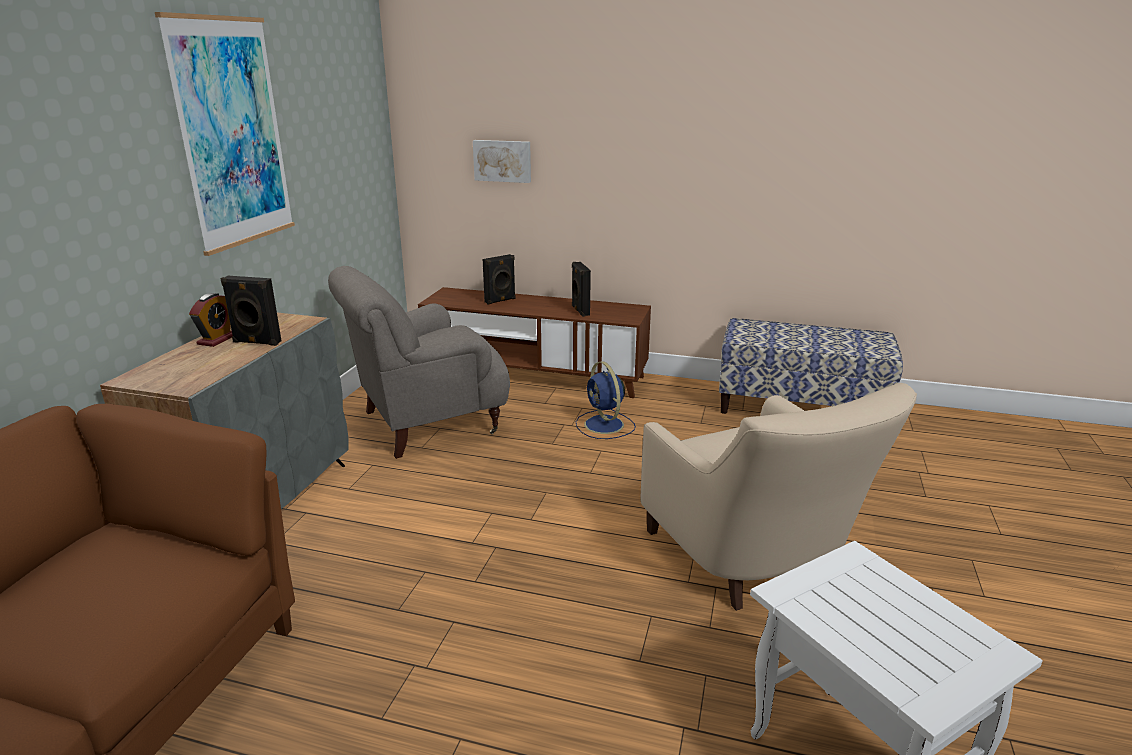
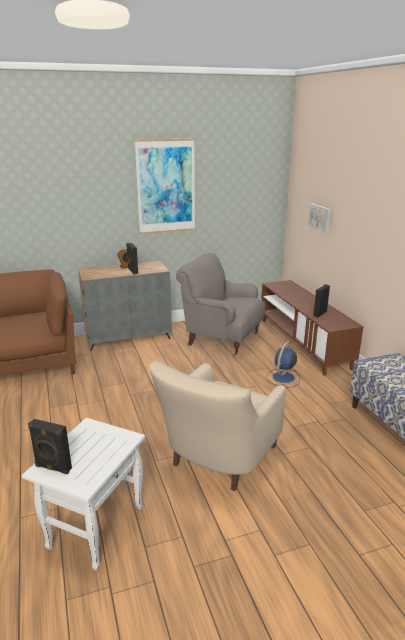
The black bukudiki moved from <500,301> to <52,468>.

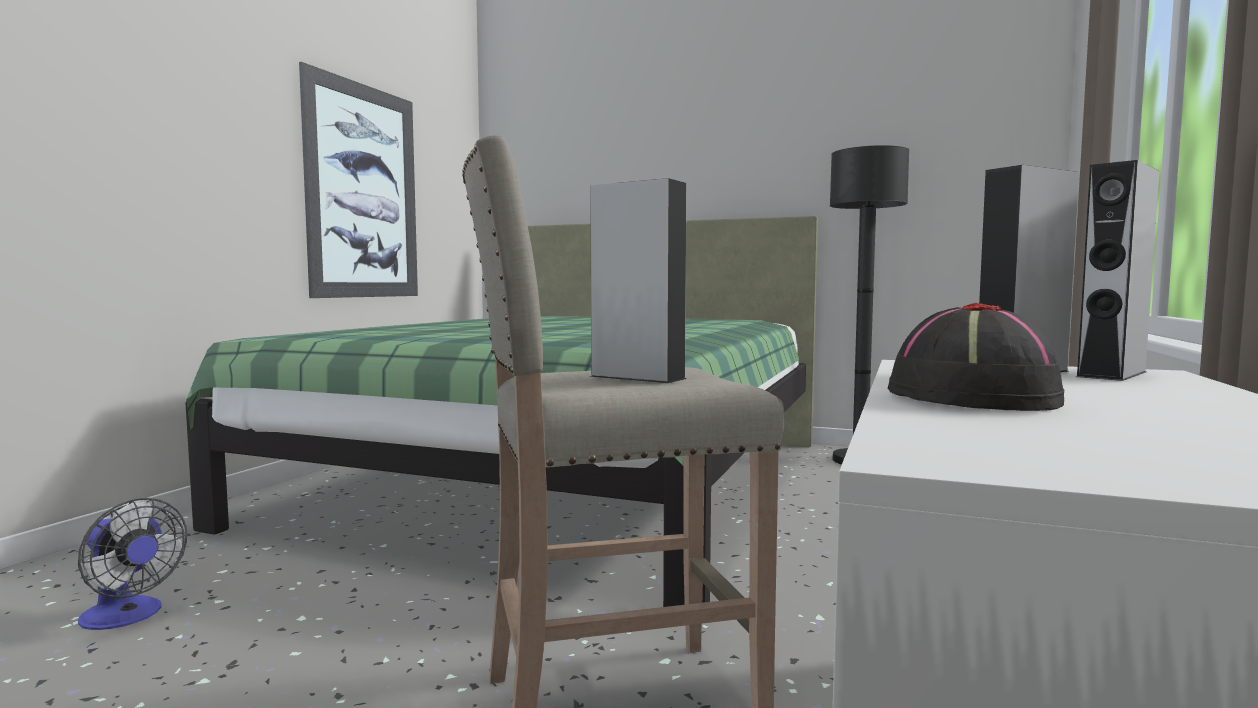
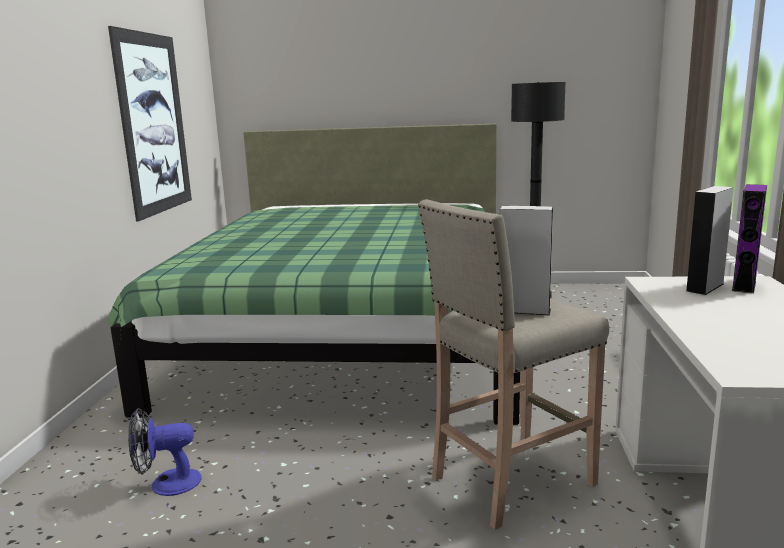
The grey bukudiki at <1111,374> became the purple bukudiki at <744,285>.
The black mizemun at <970,398> disappeared.
The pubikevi at <127,617> turned 150 degrees clockwise.

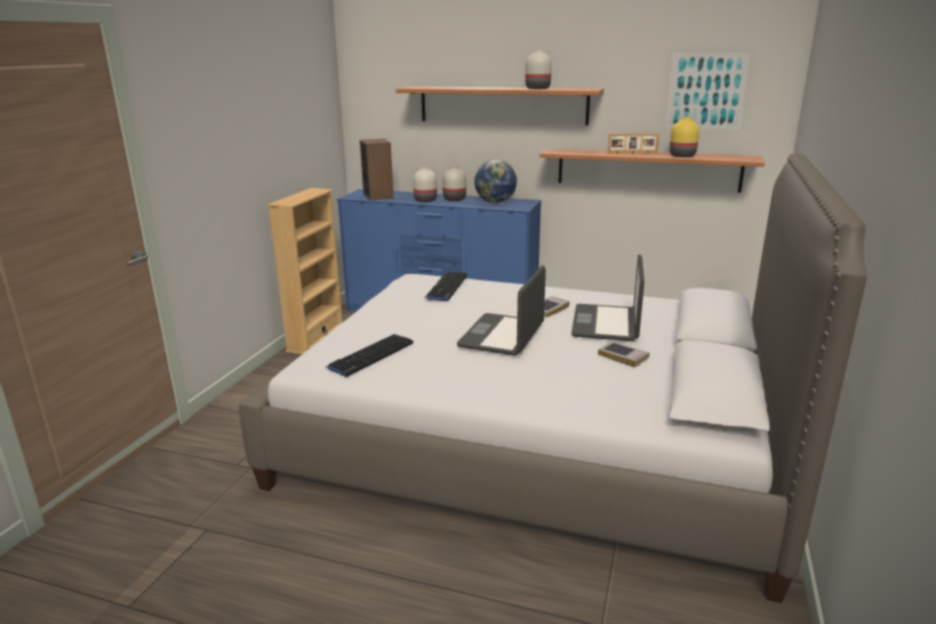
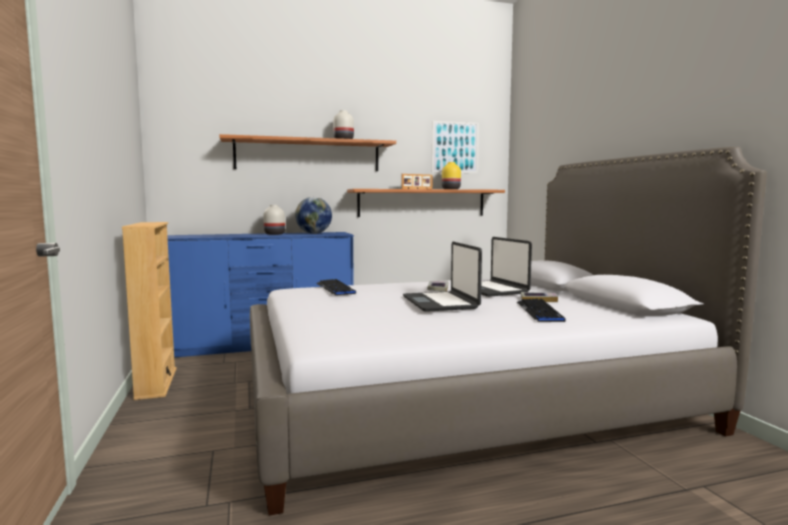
The bukudiki at <378,196> disappeared.
The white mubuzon at <425,200> disappeared.
The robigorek moved from <370,356> to <539,311>.

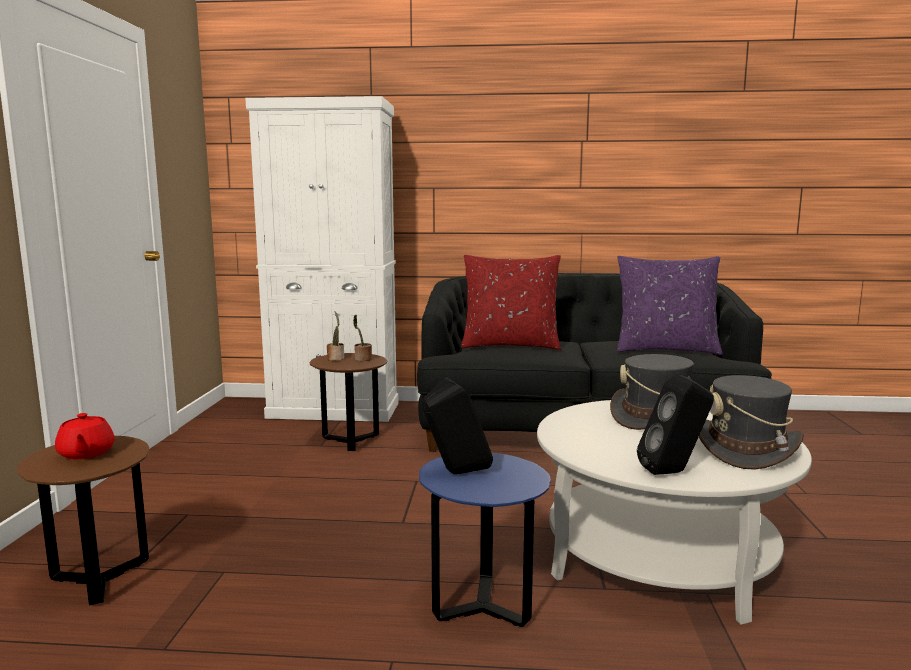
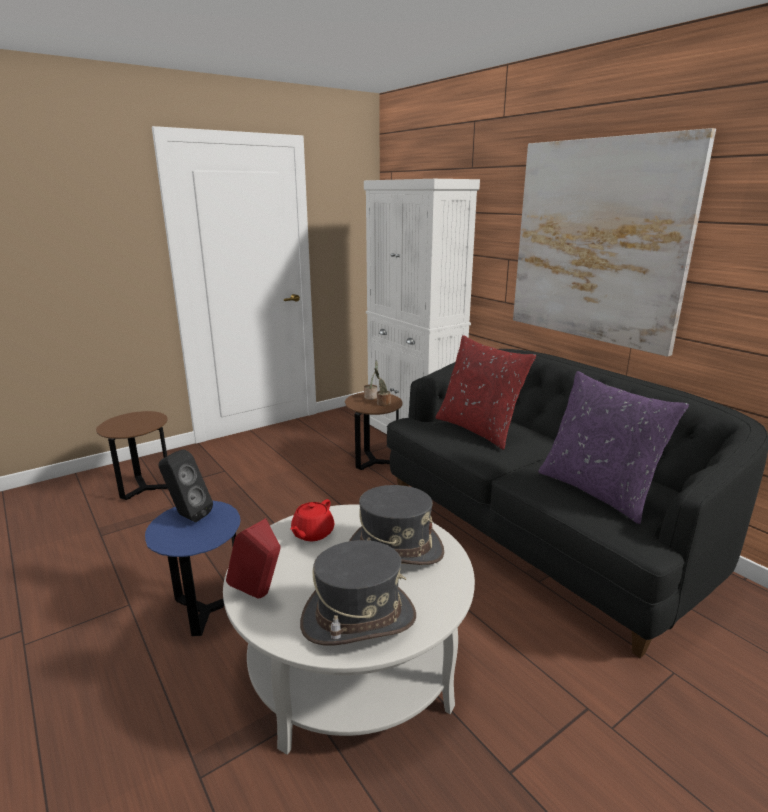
The black bukudiki at <674,472> became the red bukudiki at <260,596>.
The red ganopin moved from <86,453> to <312,533>.
The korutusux at <597,242> appeared.

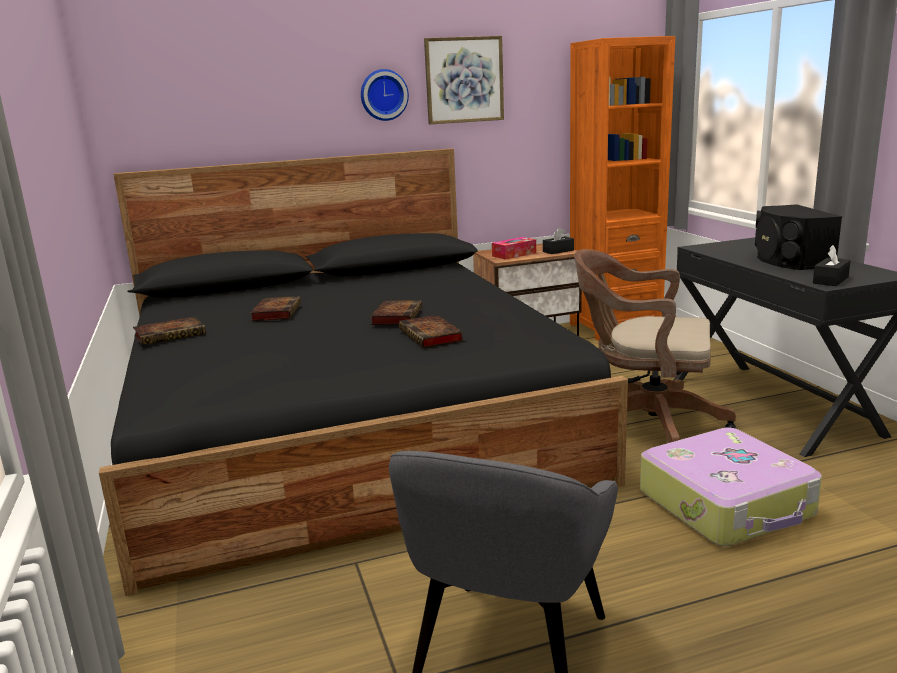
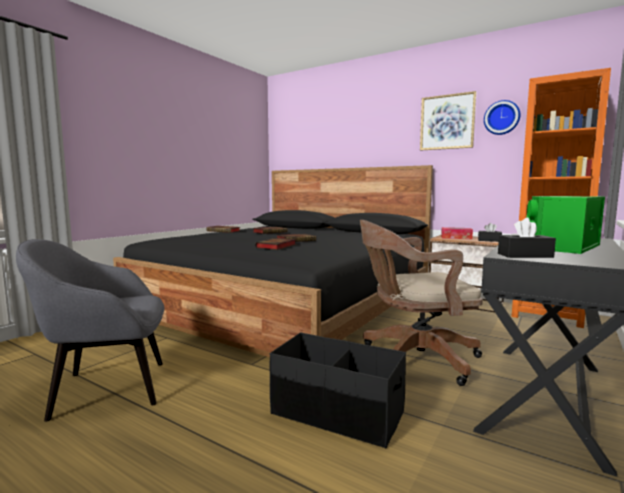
The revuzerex moved from <383,95> to <502,118>.
The black bukudiki at <789,260> became the green bukudiki at <560,246>.
The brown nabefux at <644,423> turned 75 degrees counterclockwise.
The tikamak at <727,504> was replaced by the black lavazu at <337,413>.

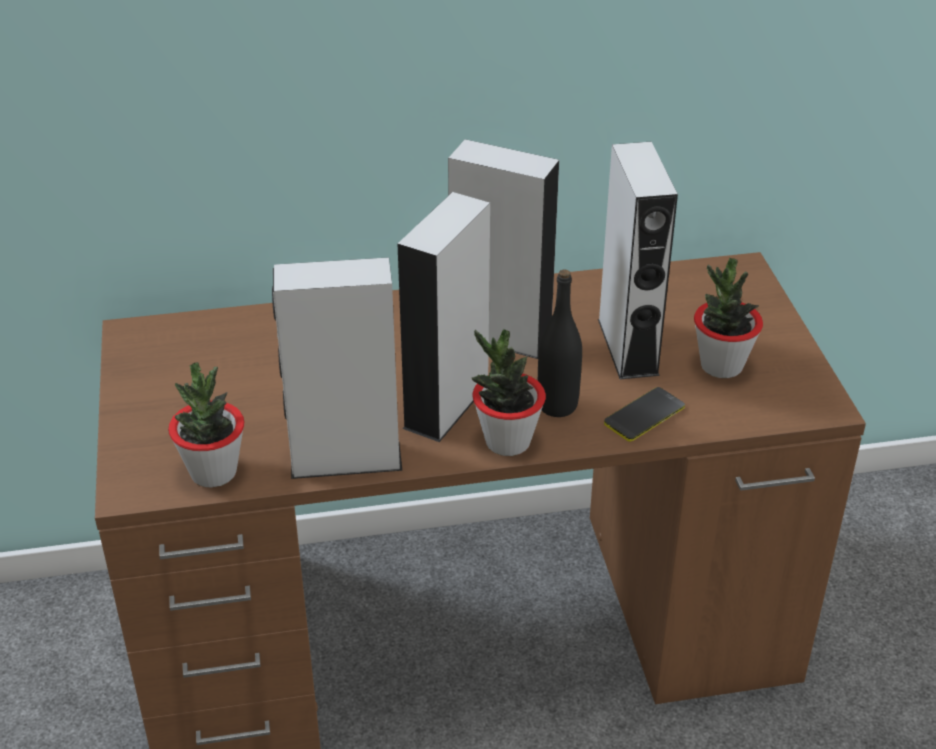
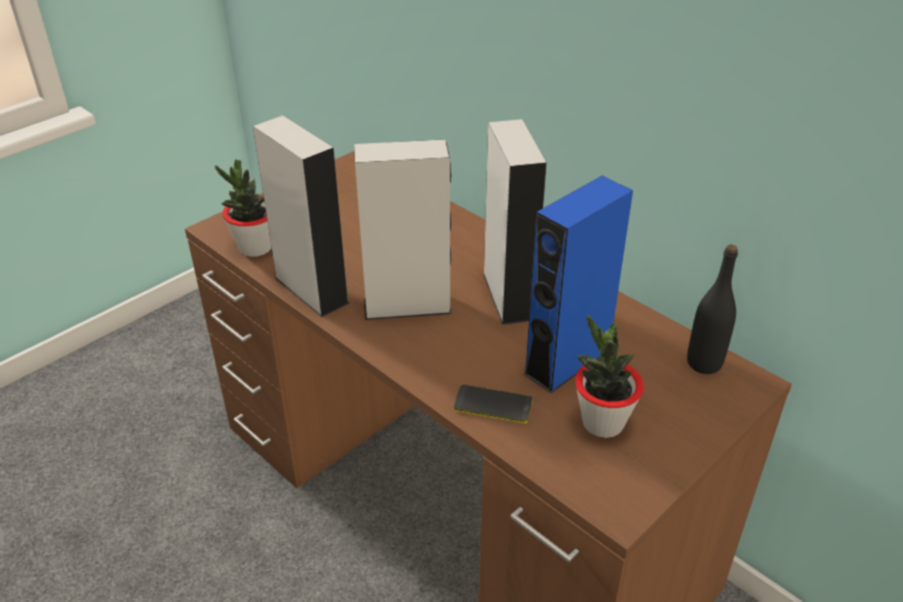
The grey bukudiki at <627,346> became the blue bukudiki at <567,361>.
The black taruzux moved from <557,405> to <704,363>.
The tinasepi at <507,442> disappeared.

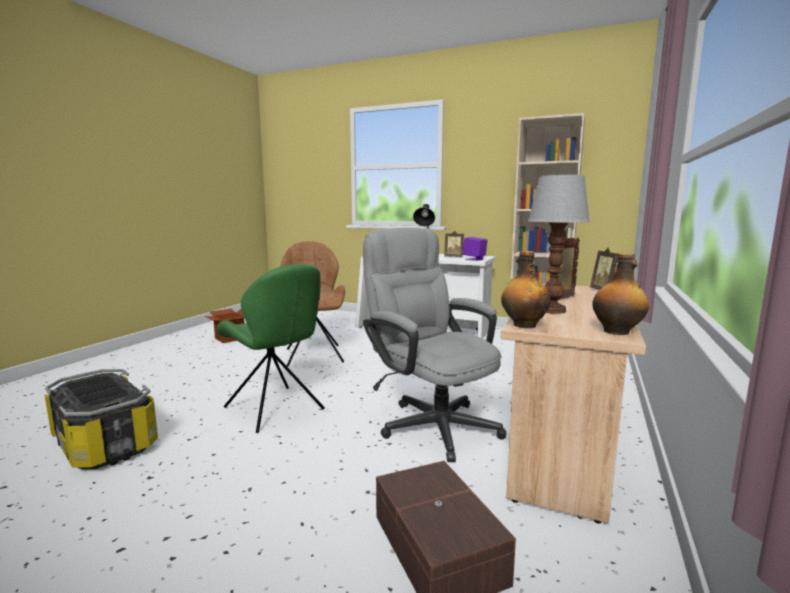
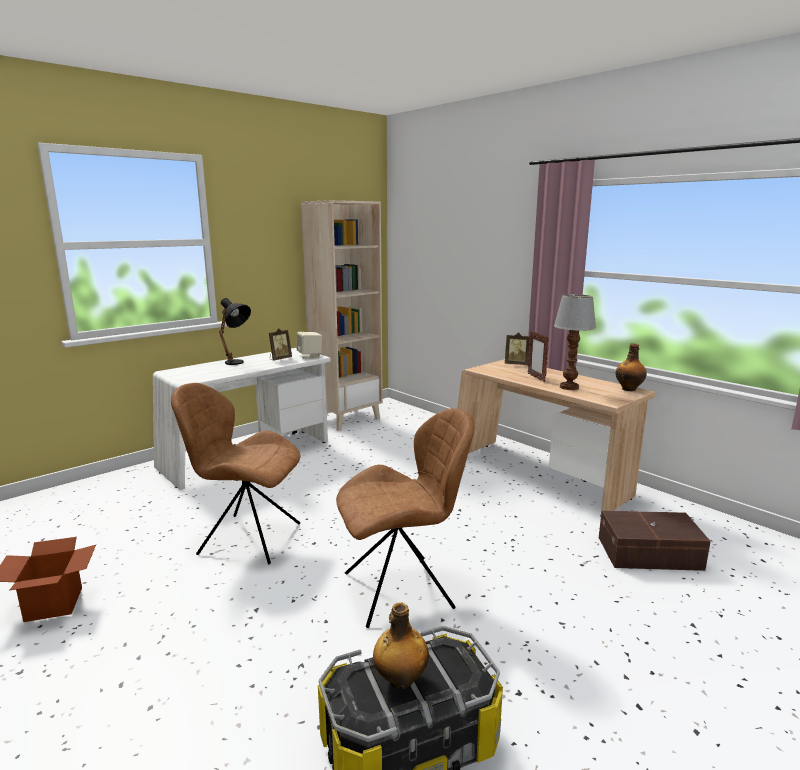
The grey nabefux at <431,422> disappeared.
The purple bukudiki at <474,259> became the beige bukudiki at <310,357>.
The taruzux moved from <524,325> to <400,679>.
The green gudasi at <275,409> became the brown gudasi at <402,589>.

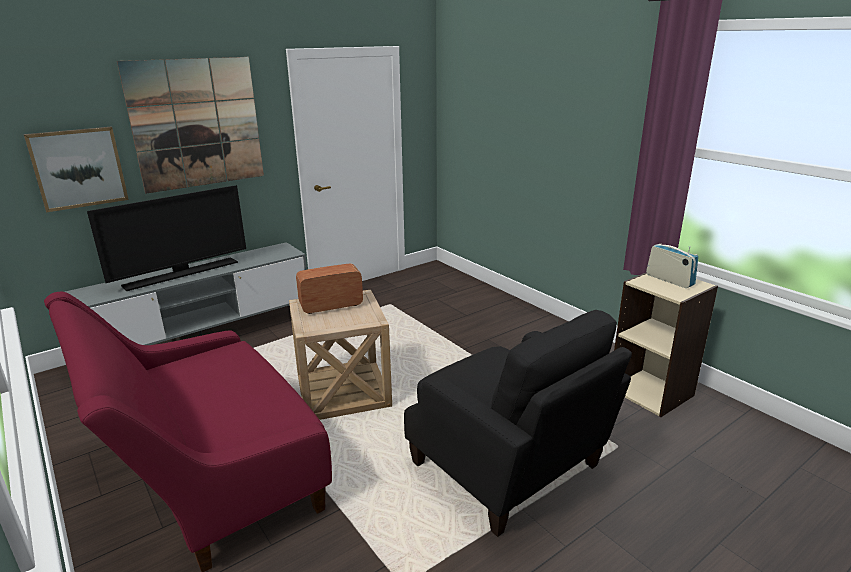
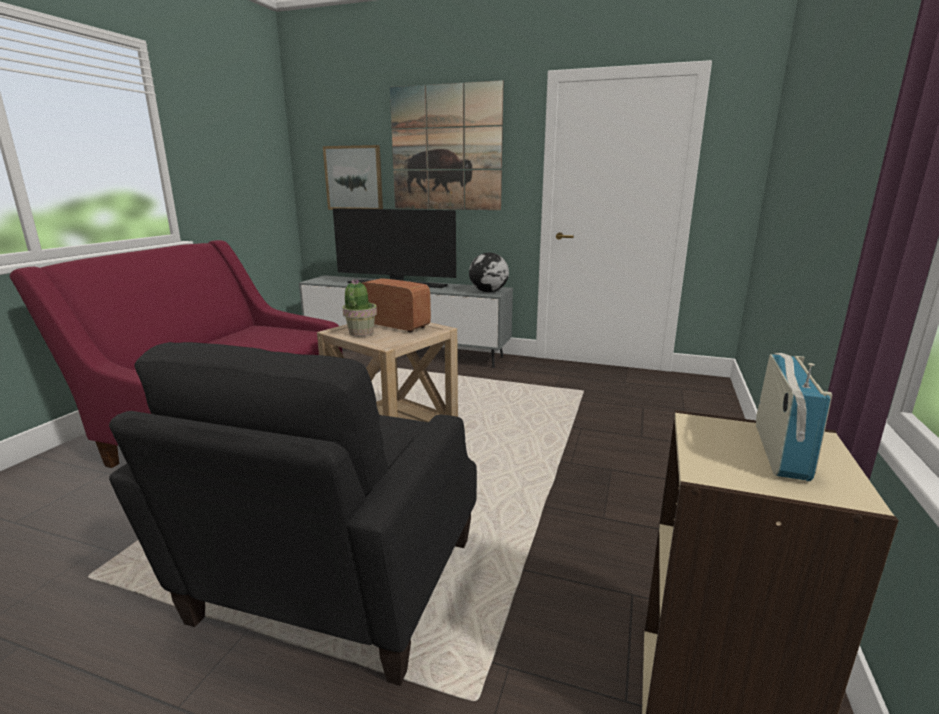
The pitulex at <488,292> appeared.
The tinasepi at <360,333> appeared.

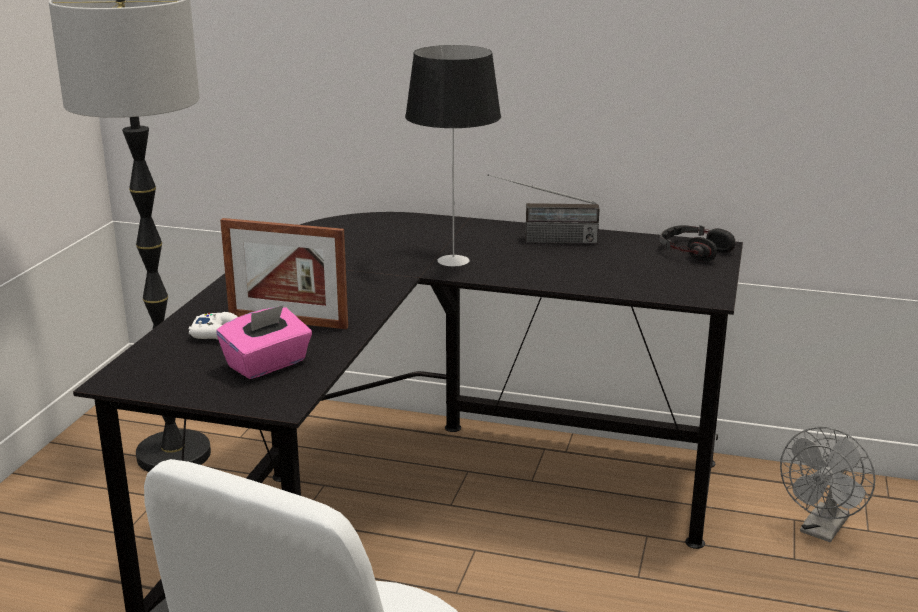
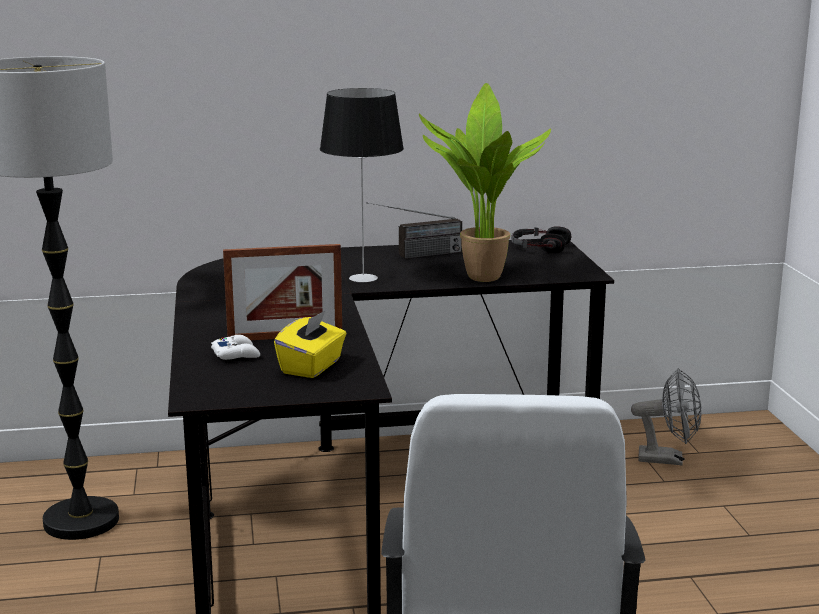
The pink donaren at <267,364> became the yellow donaren at <312,367>.
The grey pubikevi at <821,530> turned 90 degrees counterclockwise.
The tinasepi at <478,277> appeared.

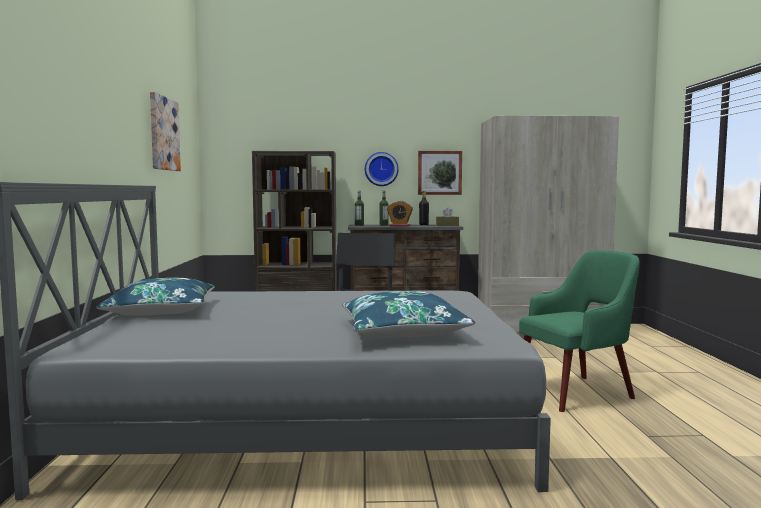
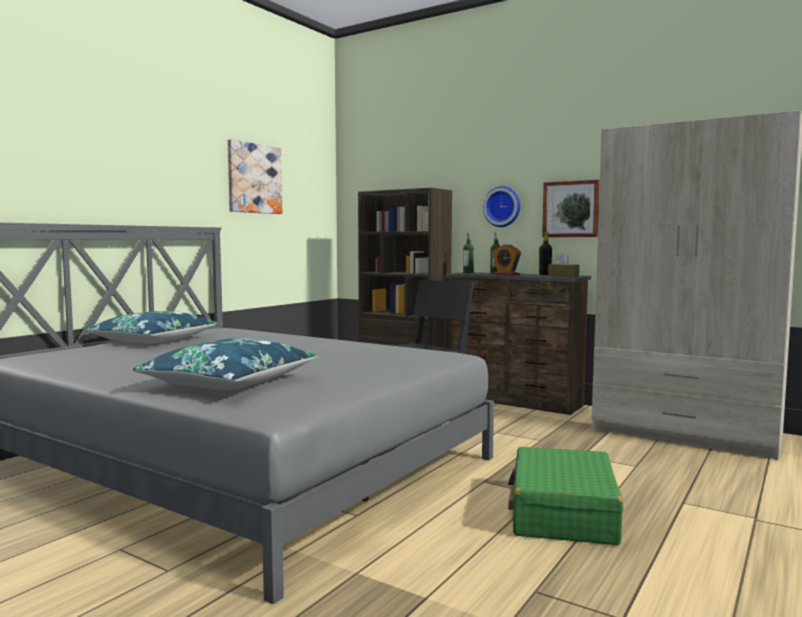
The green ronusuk at <577,392> was replaced by the green tikamak at <563,513>.

